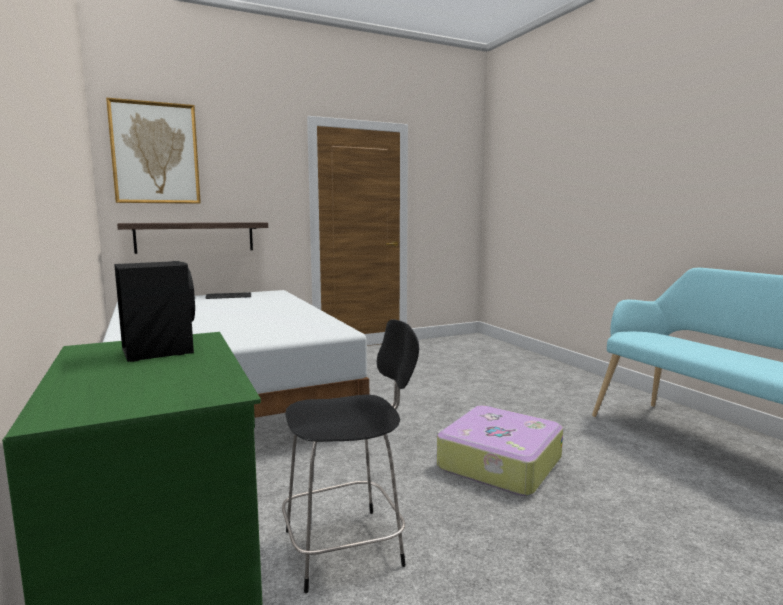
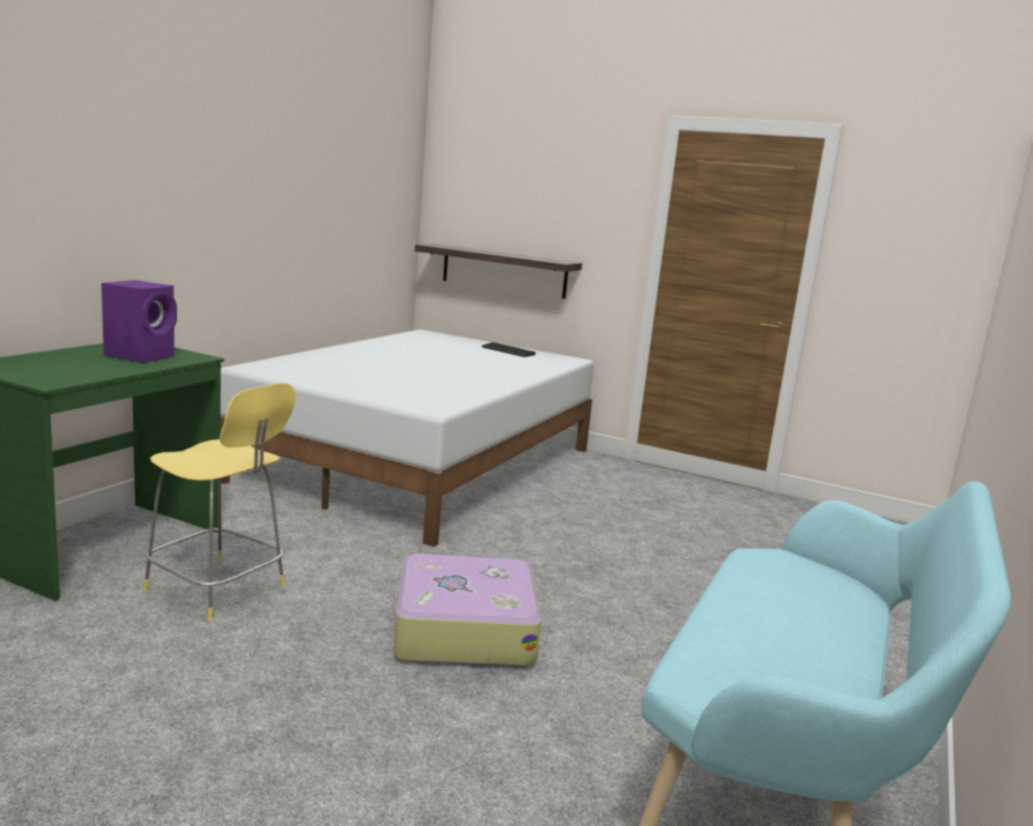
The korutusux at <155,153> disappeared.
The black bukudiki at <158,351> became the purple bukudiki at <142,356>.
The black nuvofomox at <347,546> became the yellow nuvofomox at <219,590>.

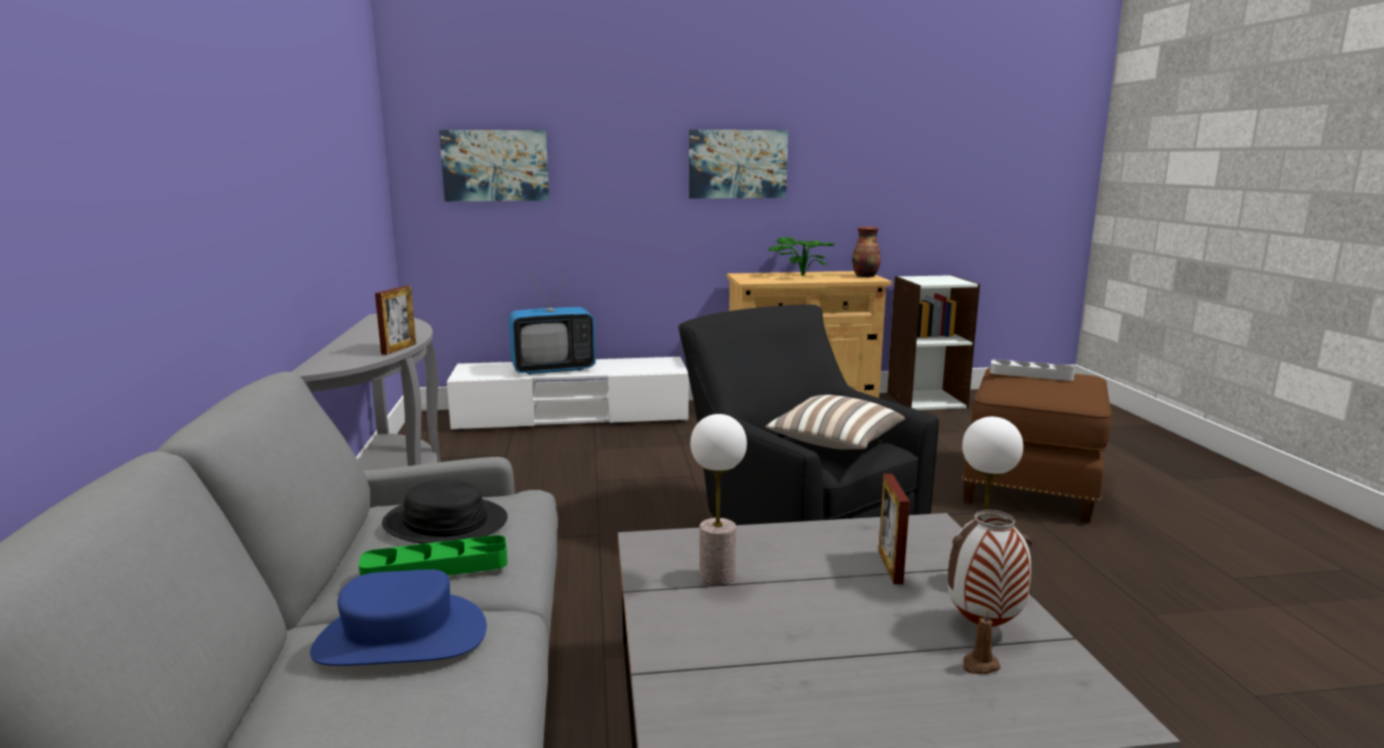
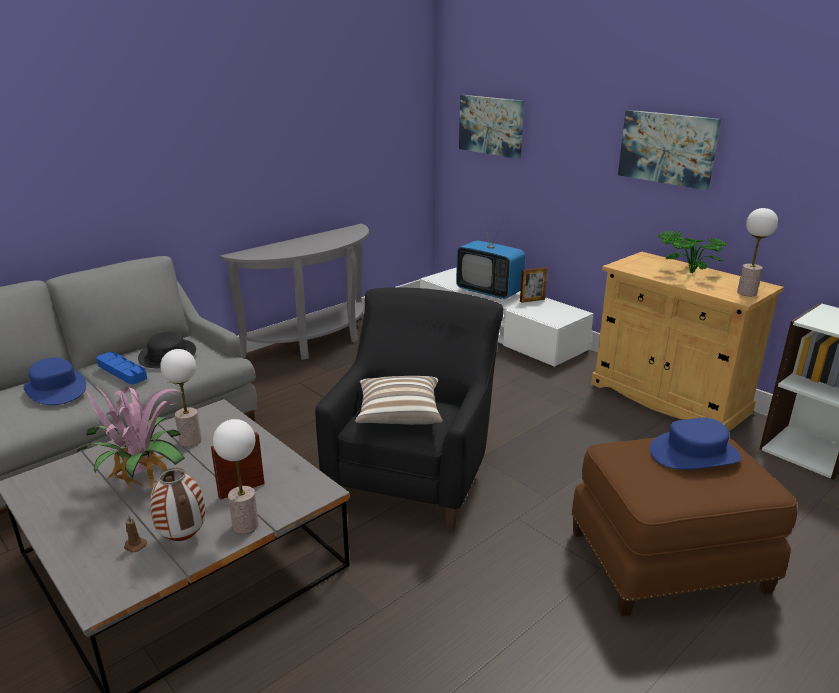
The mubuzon at <865,276> was replaced by the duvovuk at <747,293>.
The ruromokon moved from <399,349> to <532,300>.
The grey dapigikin at <1031,374> was replaced by the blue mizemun at <694,454>.
The green dapigikin at <436,567> became the blue dapigikin at <122,371>.
The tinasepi at <143,482> appeared.

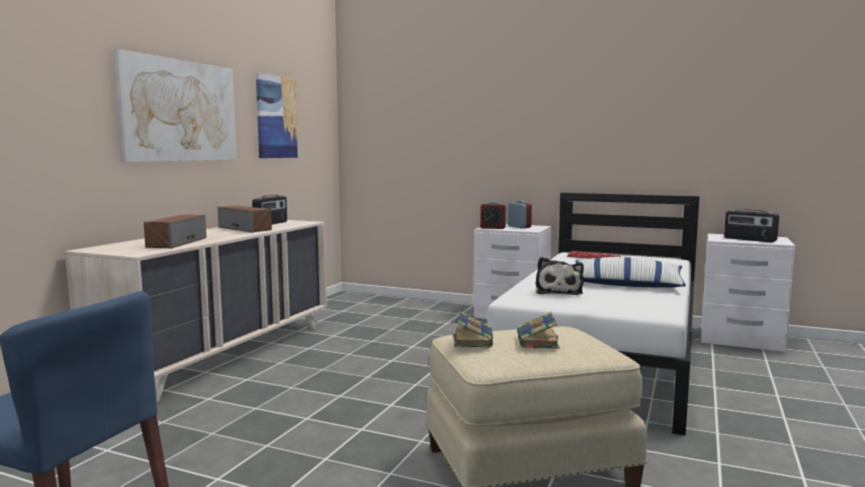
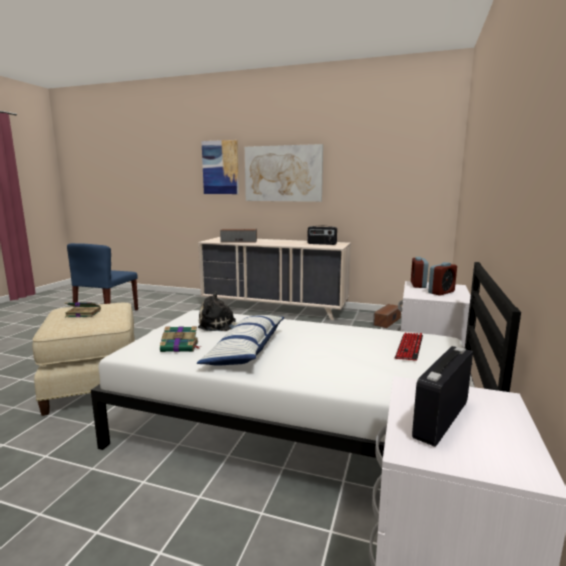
The korutusux moved from <276,117> to <220,167>.
The bukudiki moved from <245,229> to <387,321>.
The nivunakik moved from <473,340> to <180,347>.

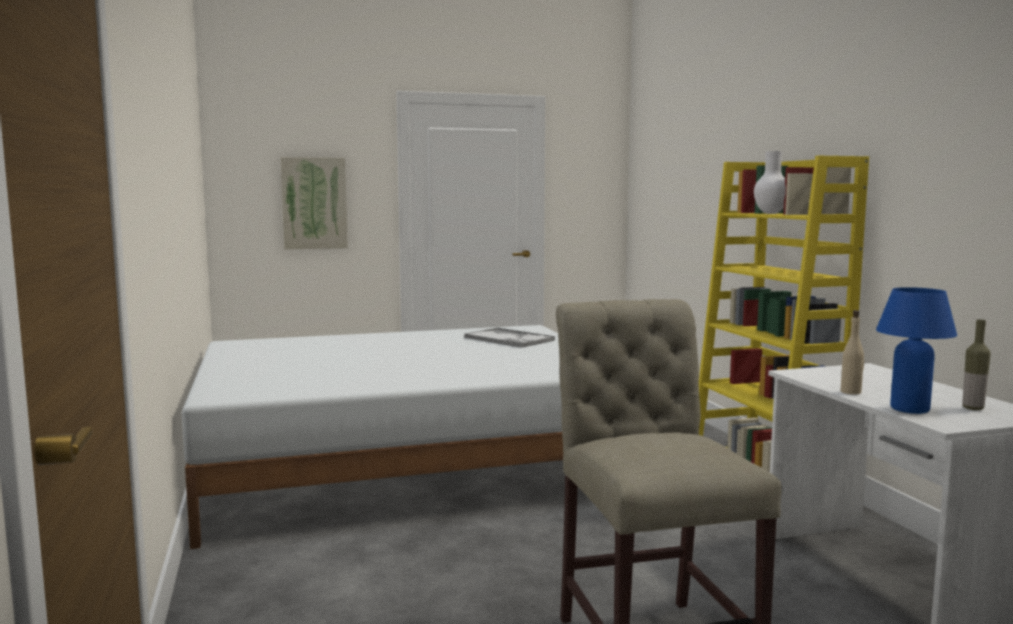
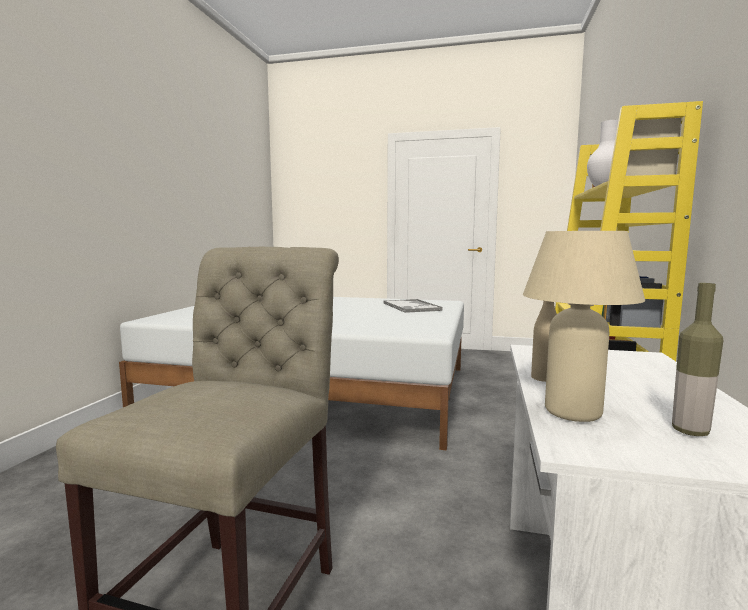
The korutusux at <314,203> disappeared.
The blue duvovuk at <909,409> became the beige duvovuk at <572,412>.

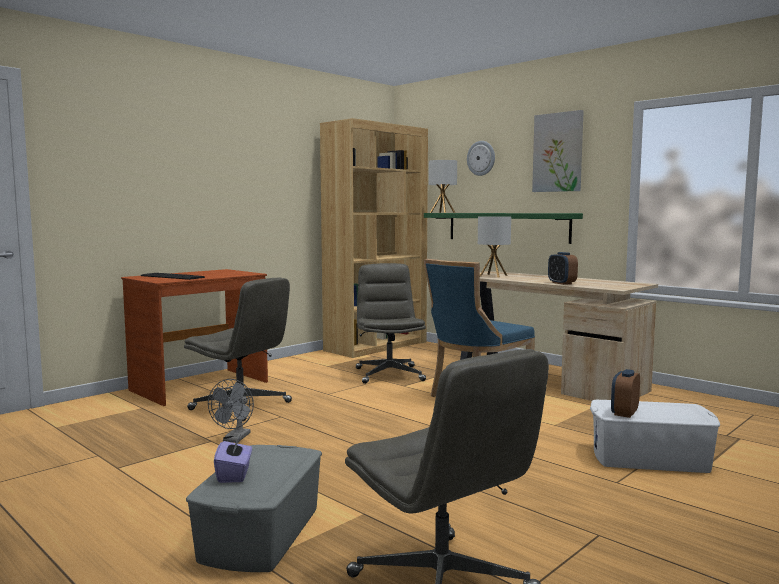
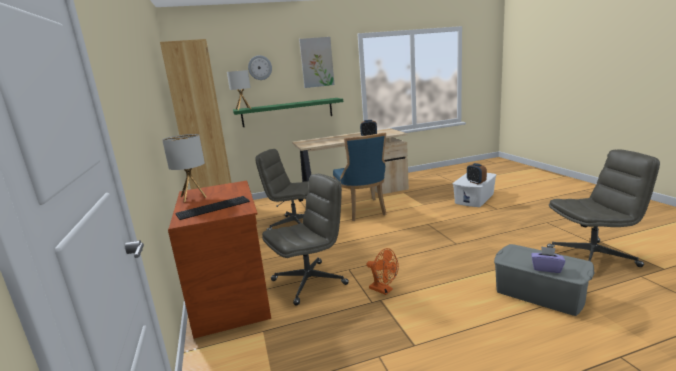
The duvovuk moved from <493,276> to <193,197>.
The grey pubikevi at <235,439> became the orange pubikevi at <384,290>.

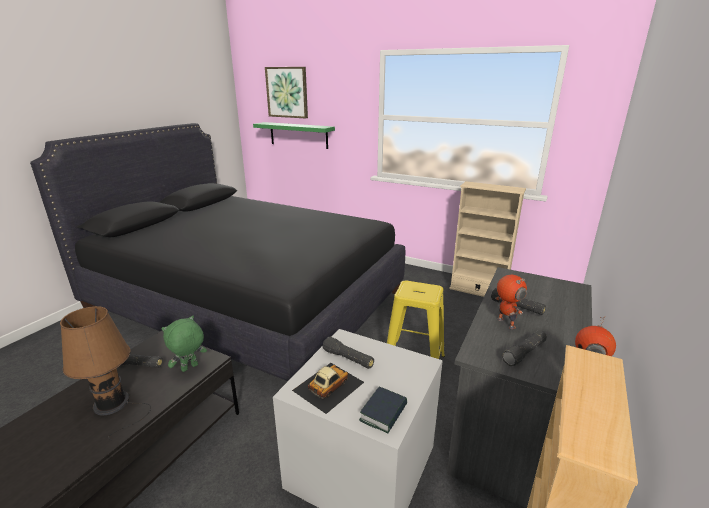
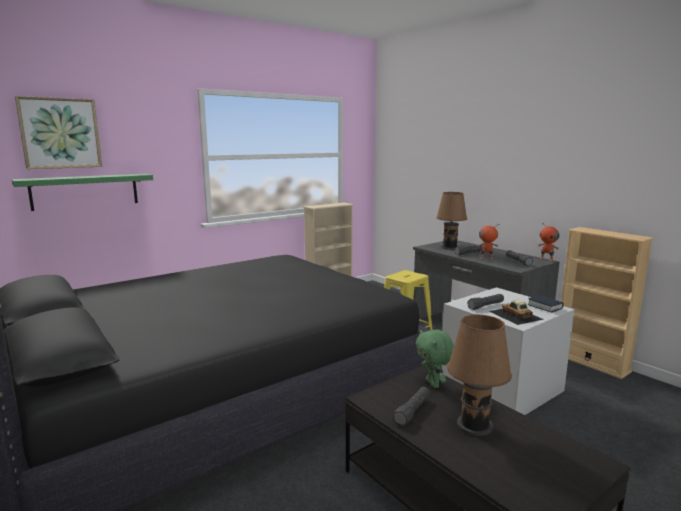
The brown duvovuk at <452,247> appeared.

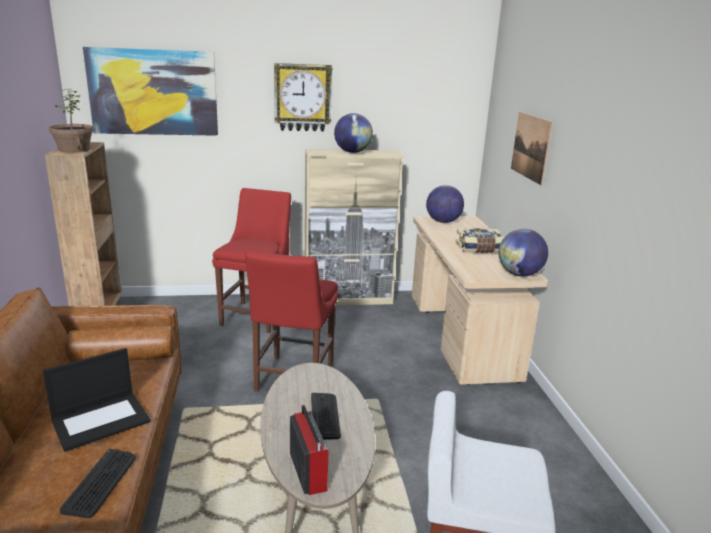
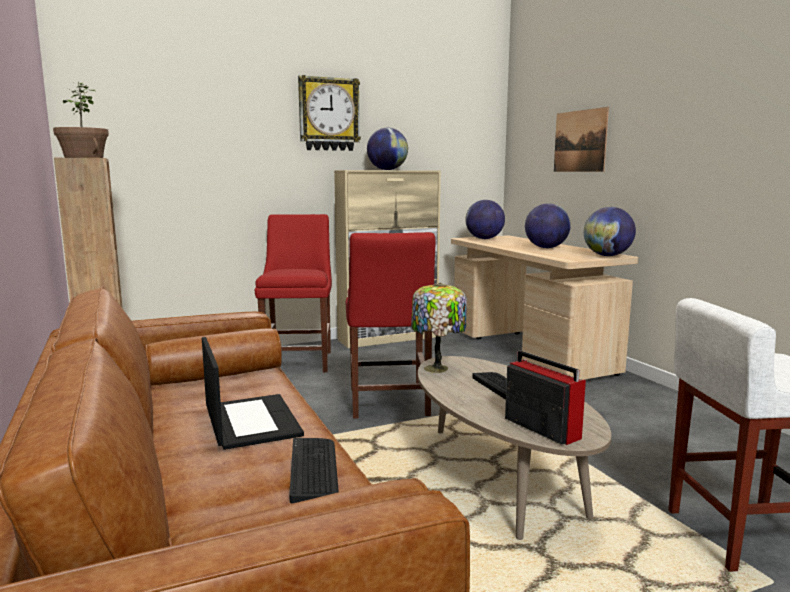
The korutusux at <153,92> disappeared.
The nivunakik at <480,249> was replaced by the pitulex at <546,247>.
The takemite at <101,420> turned 60 degrees counterclockwise.
The duvovuk at <437,369> appeared.

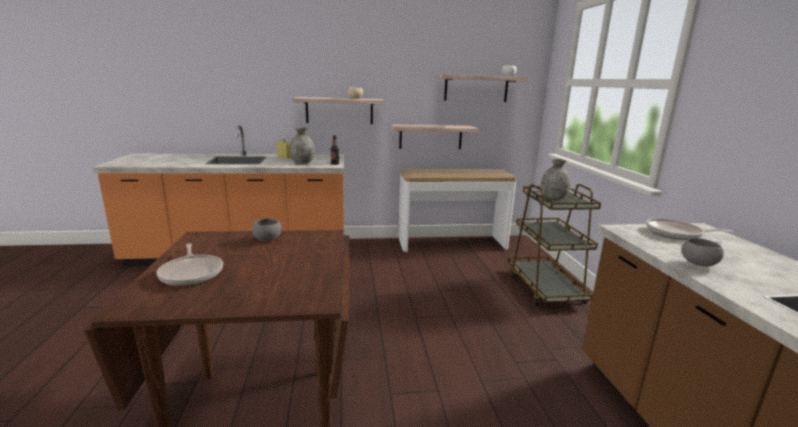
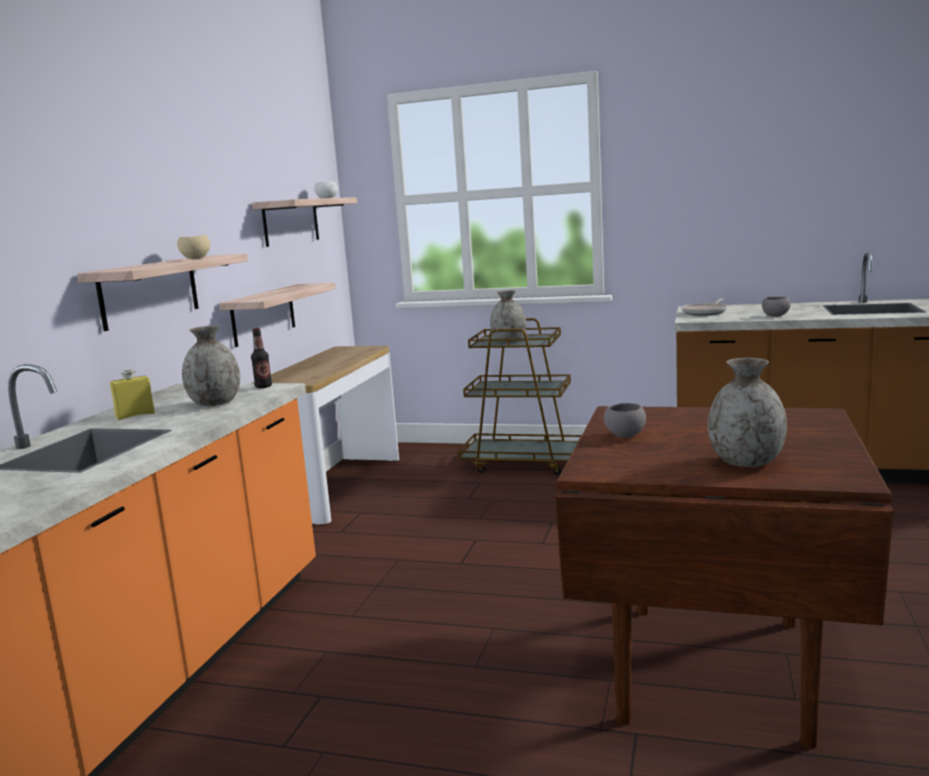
The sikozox at <192,273> was replaced by the grey mubuzon at <745,462>.

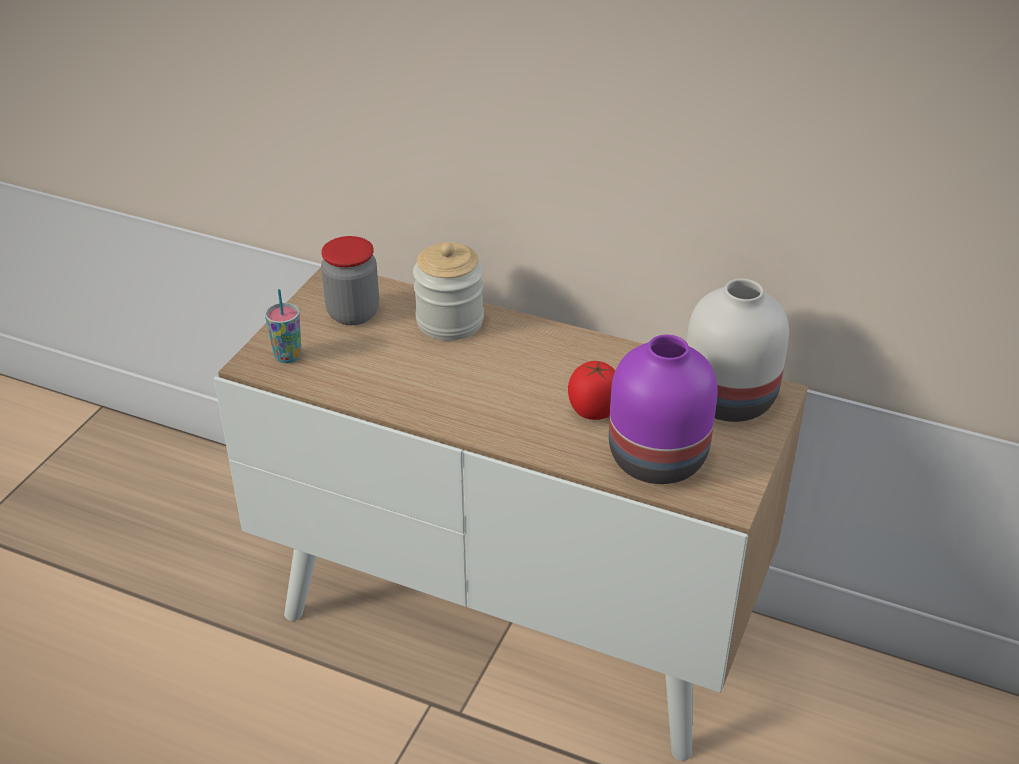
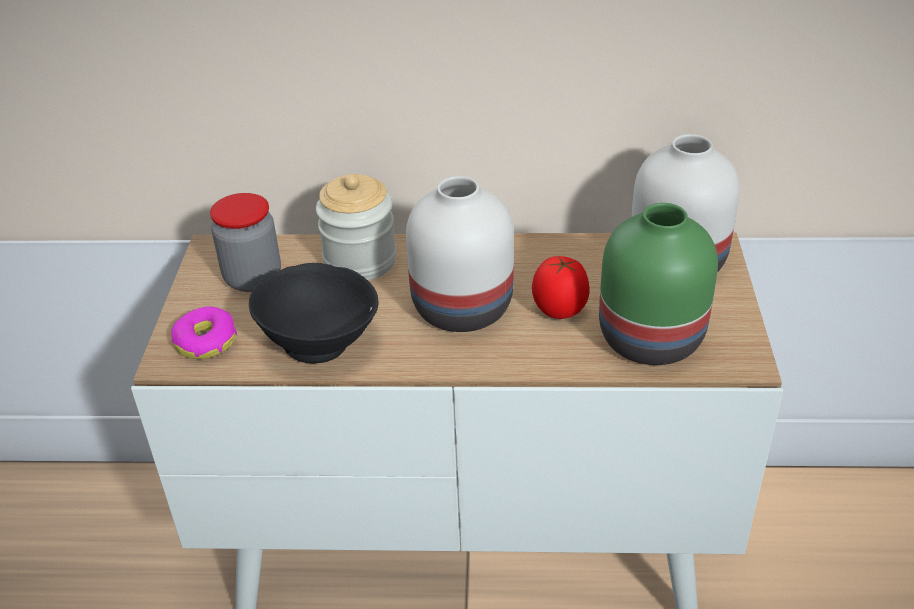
The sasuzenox at <288,356> was replaced by the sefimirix at <205,342>.
The purple mubuzon at <656,460> became the green mubuzon at <650,340>.
The white mubuzon at <463,309> appeared.
The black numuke at <321,344> appeared.

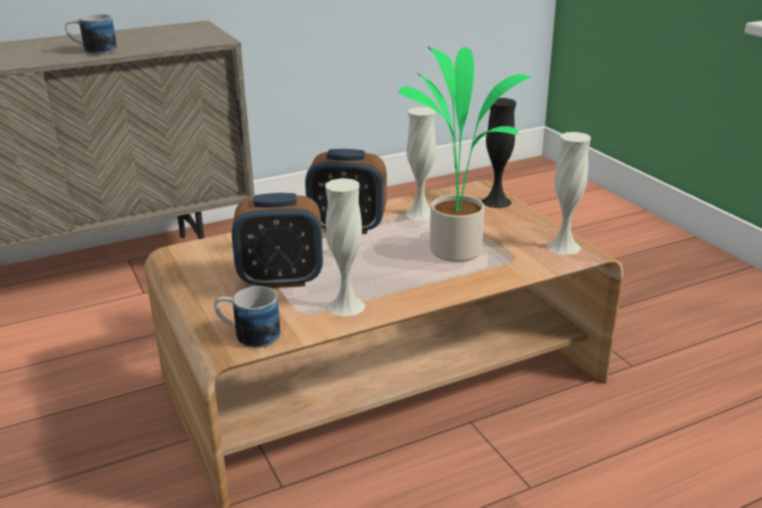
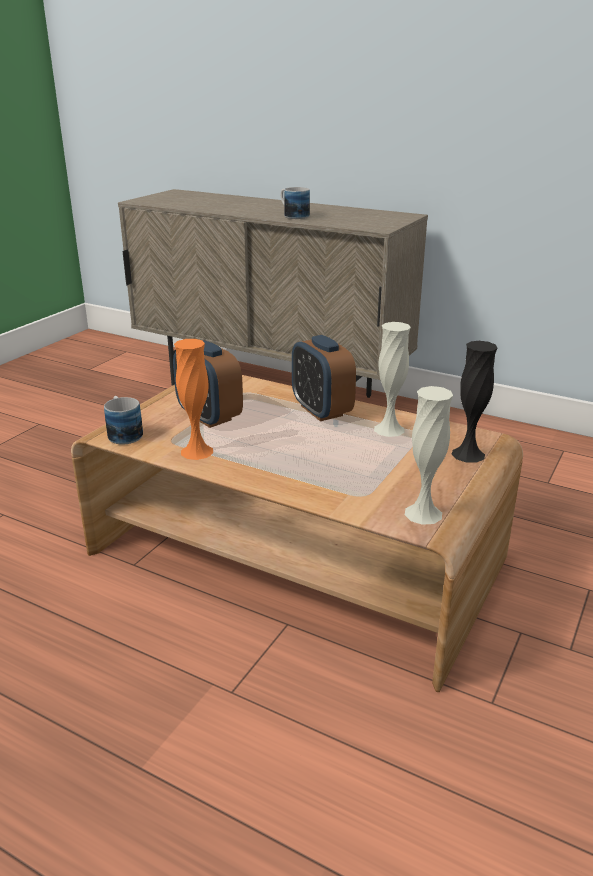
The tinasepi at <457,249> disappeared.
The white mubuzon at <346,306> became the orange mubuzon at <197,451>.

